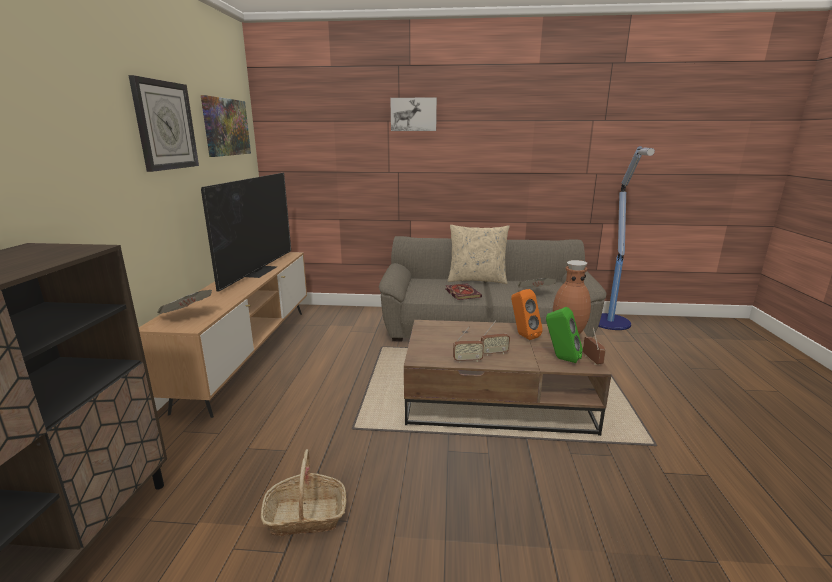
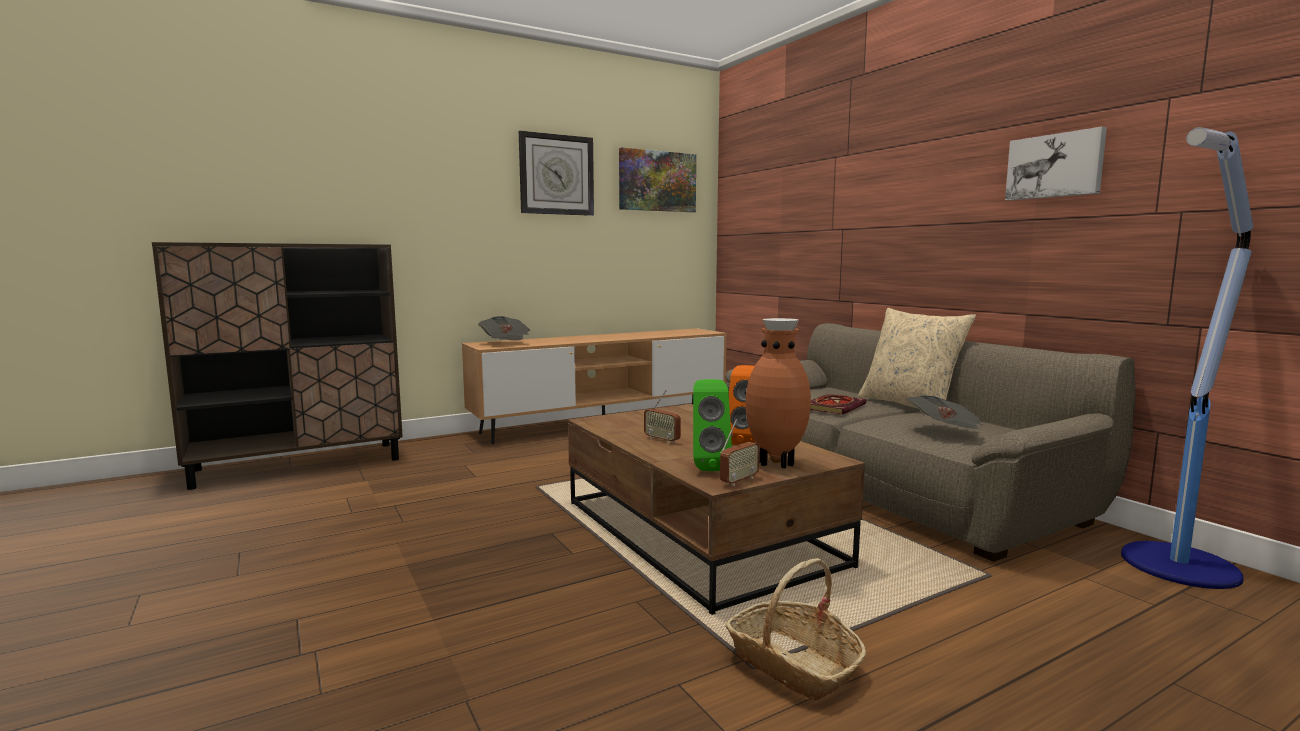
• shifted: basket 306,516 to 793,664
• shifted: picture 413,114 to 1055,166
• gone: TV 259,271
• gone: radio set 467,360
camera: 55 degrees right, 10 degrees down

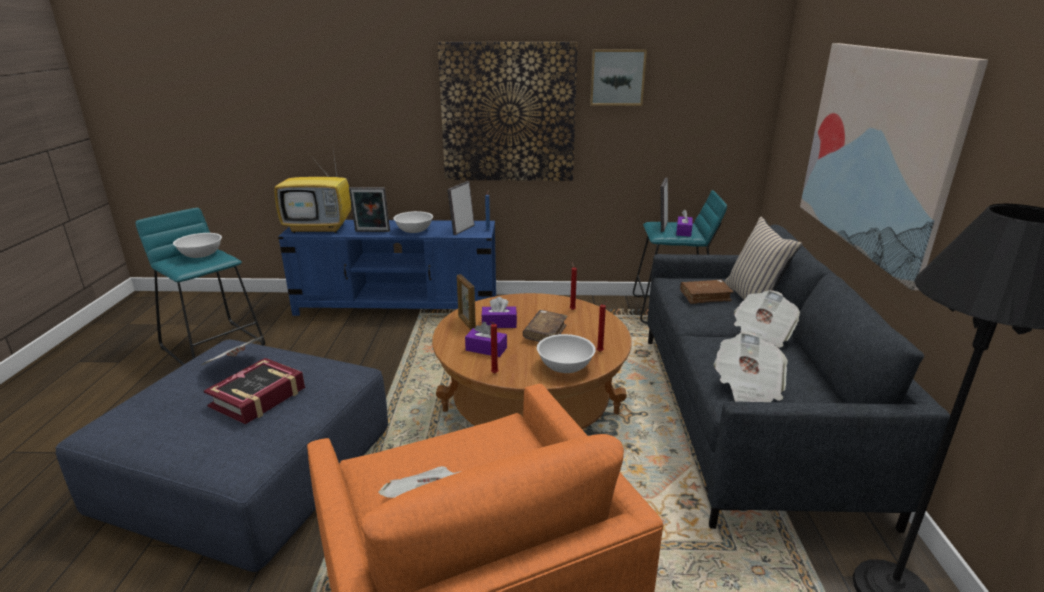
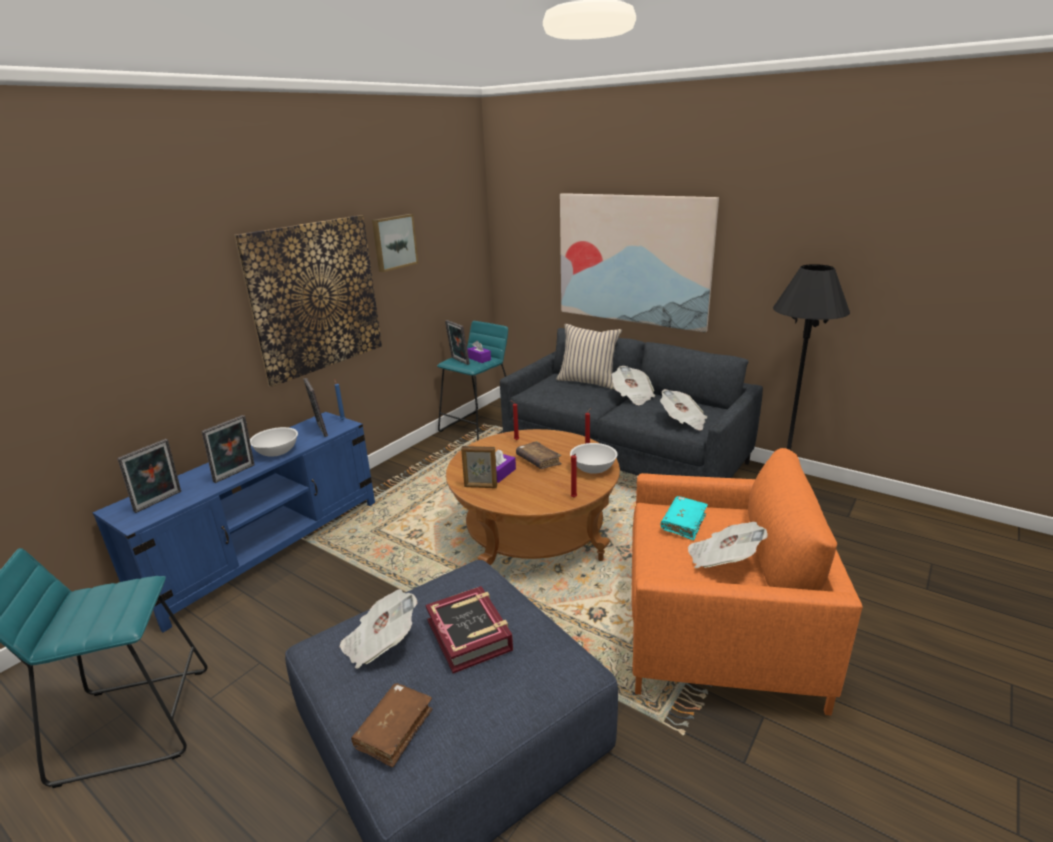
• swapped: TV 320,228 to photo frame 159,502
• shifted: brownish book 705,296 to 394,729
• new: turquoise-coloured book 683,523
• gone: white serving bowl 201,255
• gone: purplish box of tissues 486,349
camera: 55 degrees left, 0 degrees up

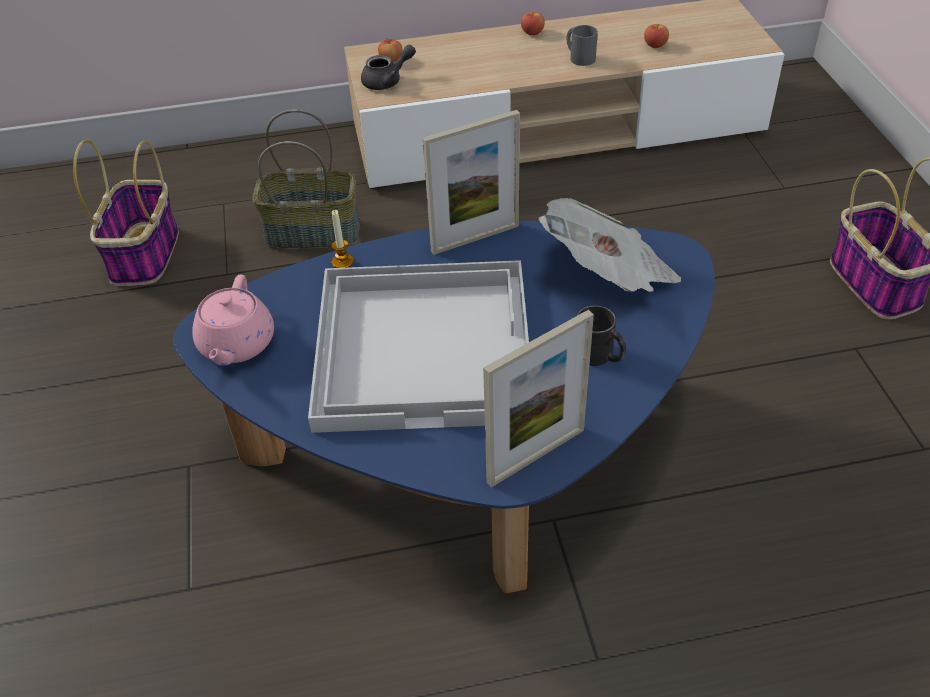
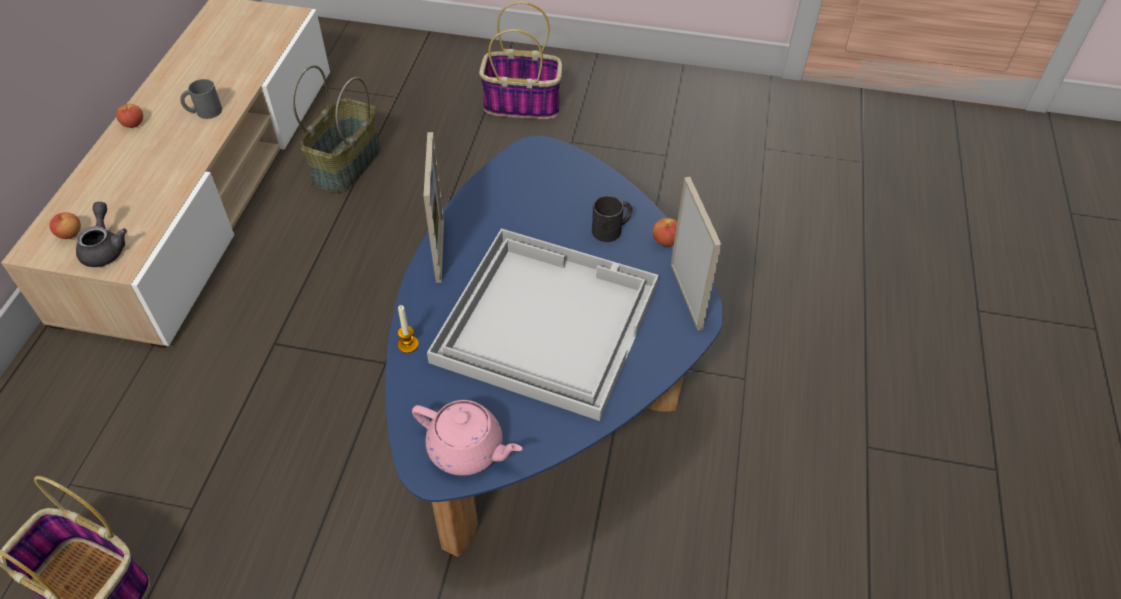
• shifted: basket 314,232 to 346,163
• shifted: whole apple 655,45 to 665,241
• gone: printed paper 608,275
camera: 70 degrees left, 5 degrees up

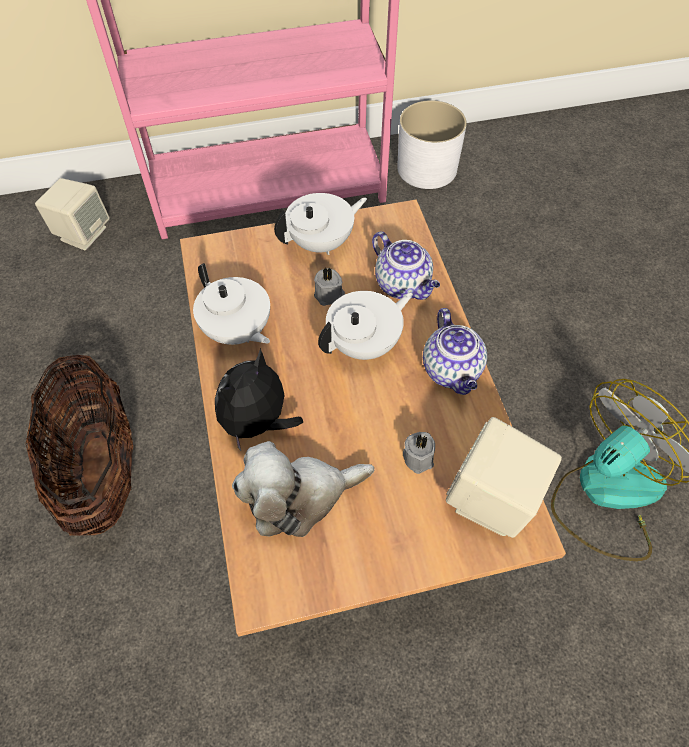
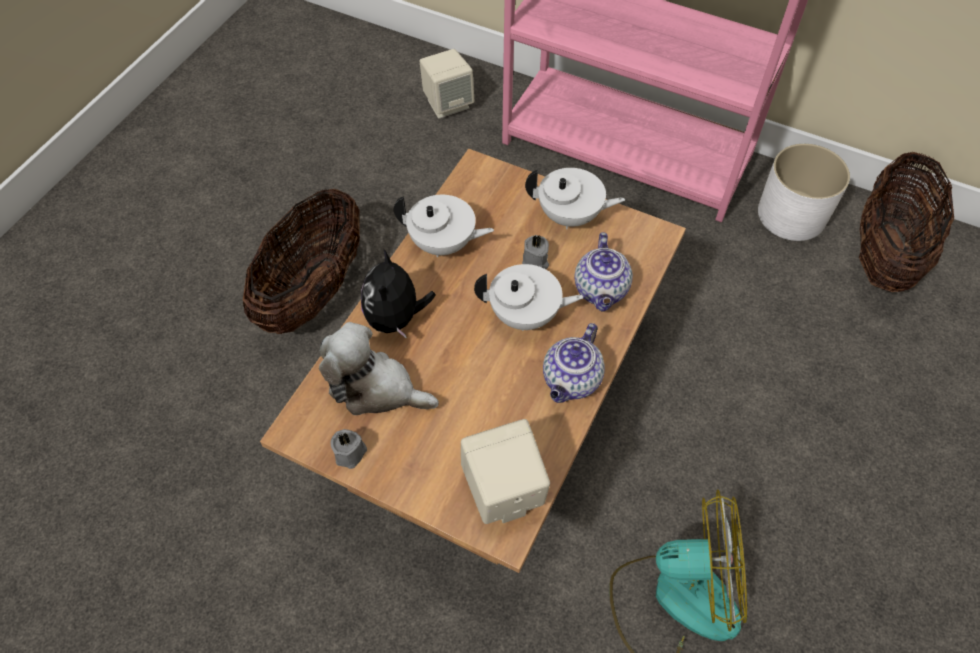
• shifted: gray candle 419,457 to 351,454
• rotated: soft toy 258,423 = 396,319 75 degrees counterclockwise
• rotated: white tea pot 237,331 = 443,244 75 degrees counterclockwise
• new: basket 884,253
camera: 40 degrees right, 0 degrees up

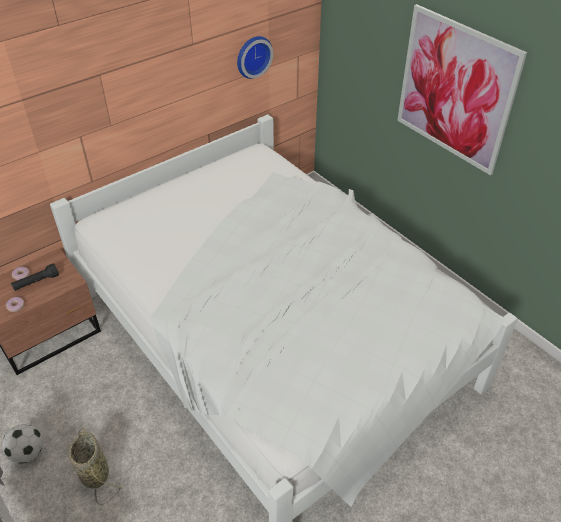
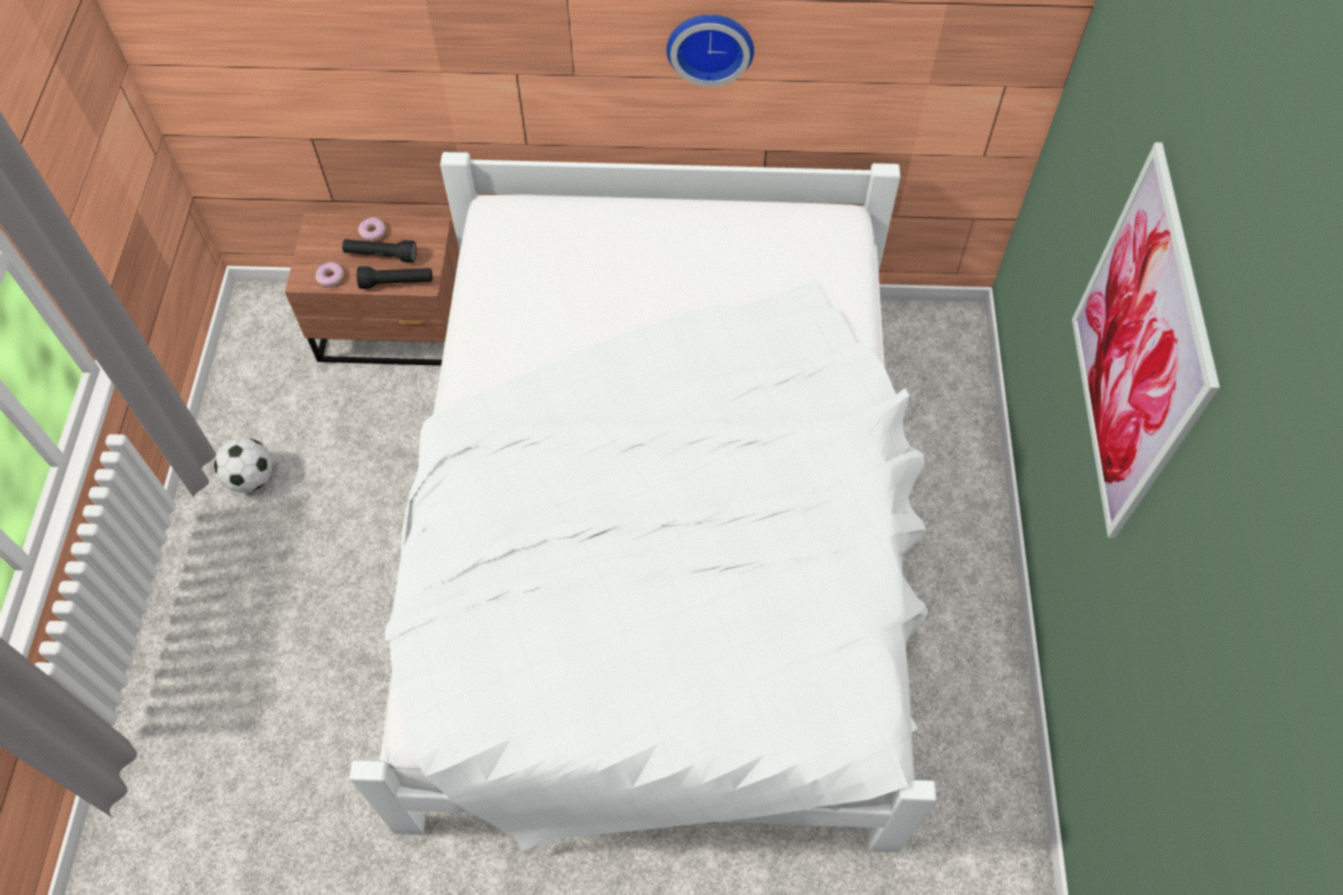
• new: black hand torch 397,283
• shifted: hanging clock 252,56 to 710,45
• gone: basket 95,472
camera: 40 degrees right, 15 degrees up

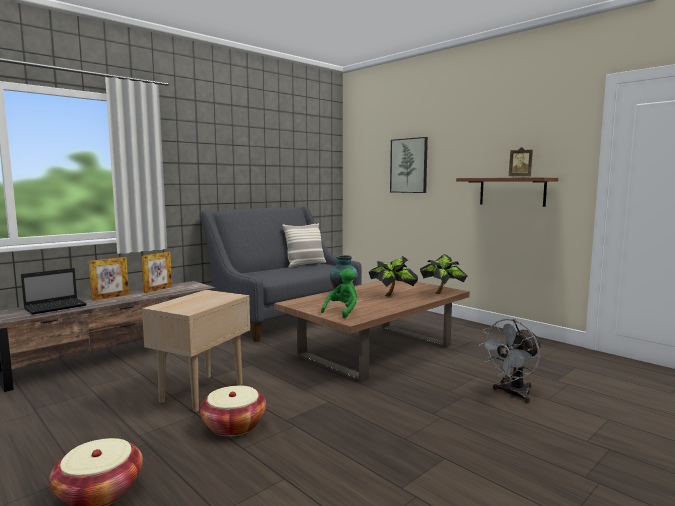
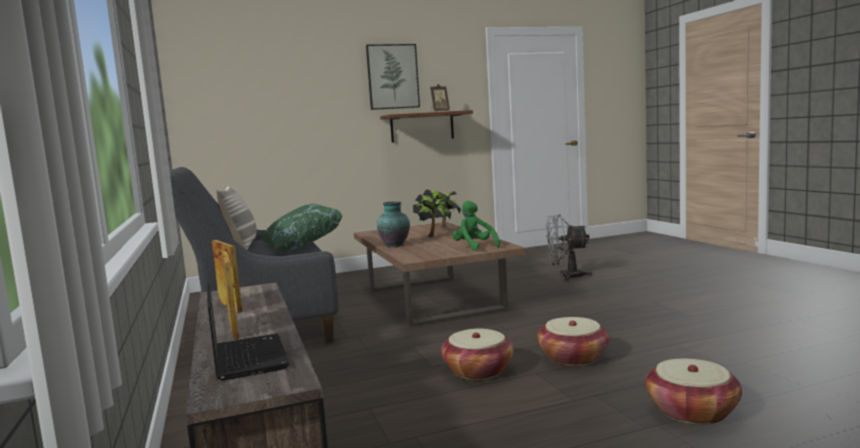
• new: green-coloured throw pillow 301,245
• shifted: picture 409,165 to 392,76
• swapped: beige-coloured side table 201,393 to basket 478,371
• rotated: gray electric fan 512,394 = 566,276 105 degrees clockwise
camera: 65 degrees left, 0 degrees up

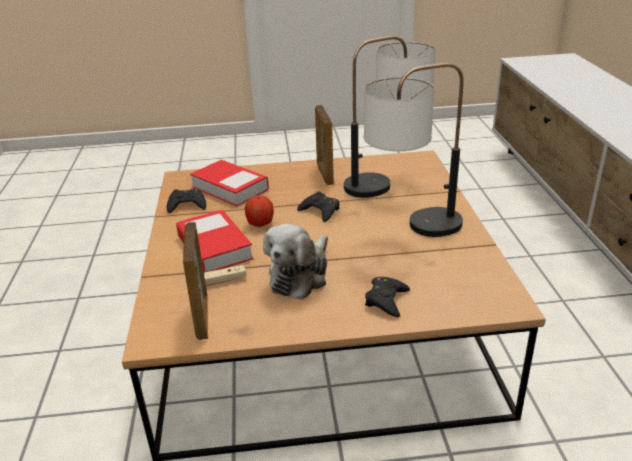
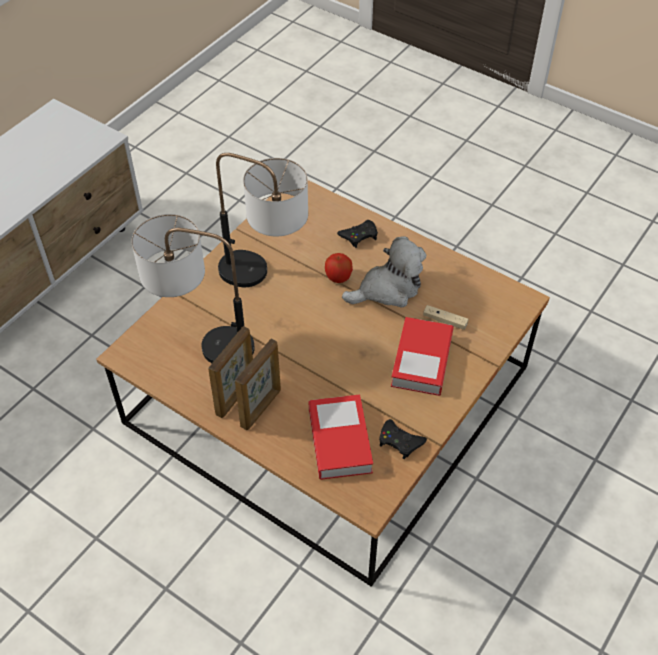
• shifted: photo frame 202,317 to 261,408
• shifted: whole apple 260,224 to 338,277
• gone: black joypad 320,211
camera: 140 degrees left, 20 degrees up

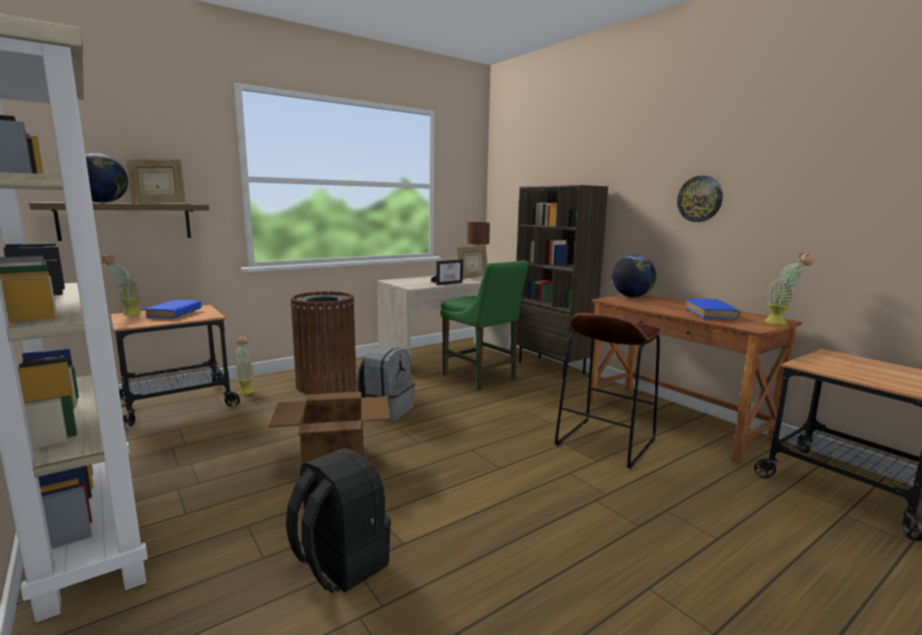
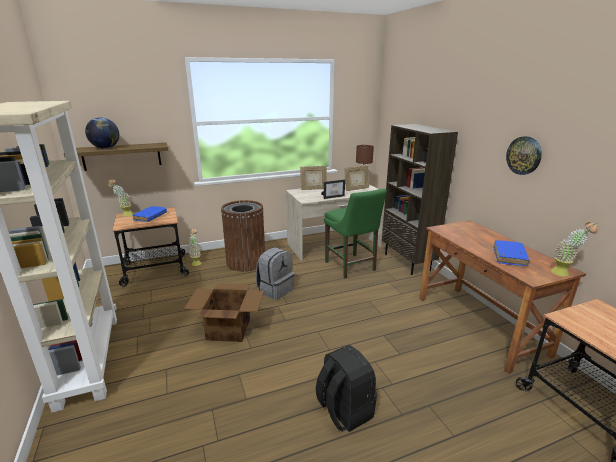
• shifted: photo frame 159,203 to 313,189
• shifted: black backpack 339,564 to 344,410
• gone: brownish sitting stool 605,442
• gone: globe 631,297
camera: 15 degrees right, 10 degrees up

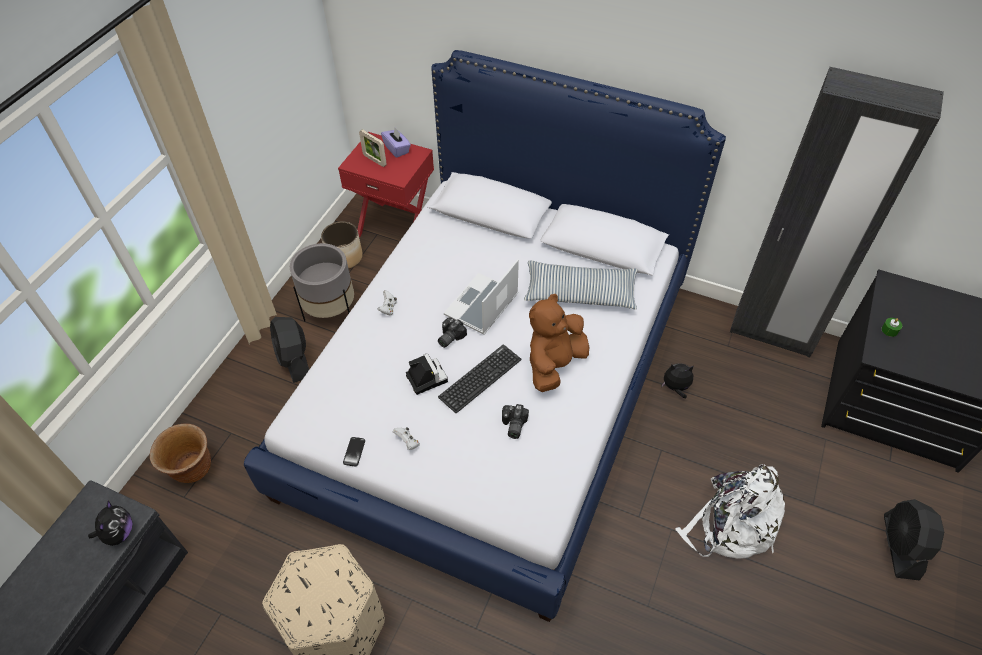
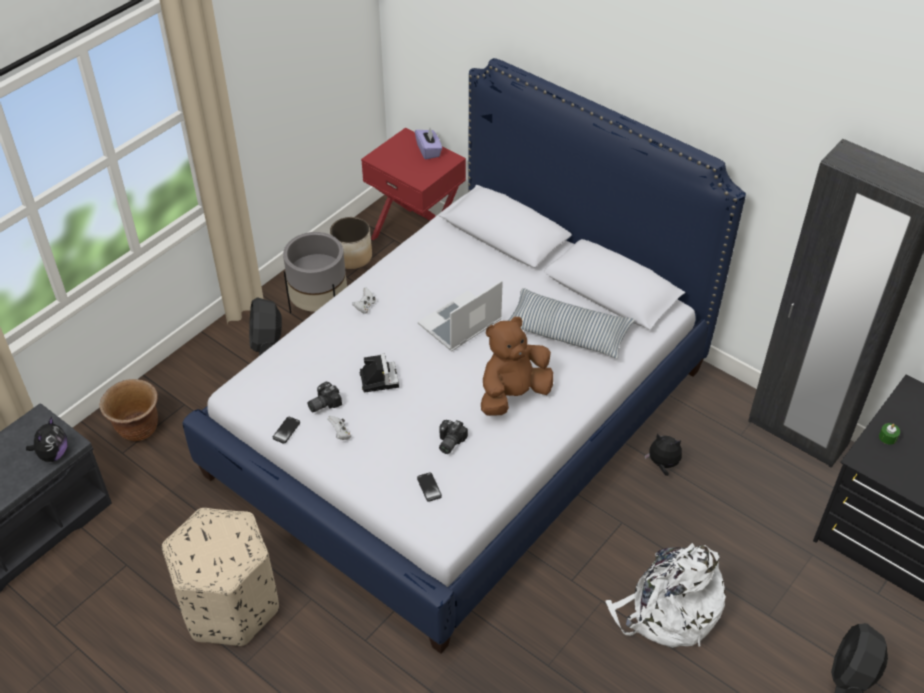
• shifted: photo camera 449,337 to 322,403
• new: phone 429,487
• gone: photo frame 374,160
• gone: computer keyboard 480,378
camera: 15 degrees right, 5 degrees down

